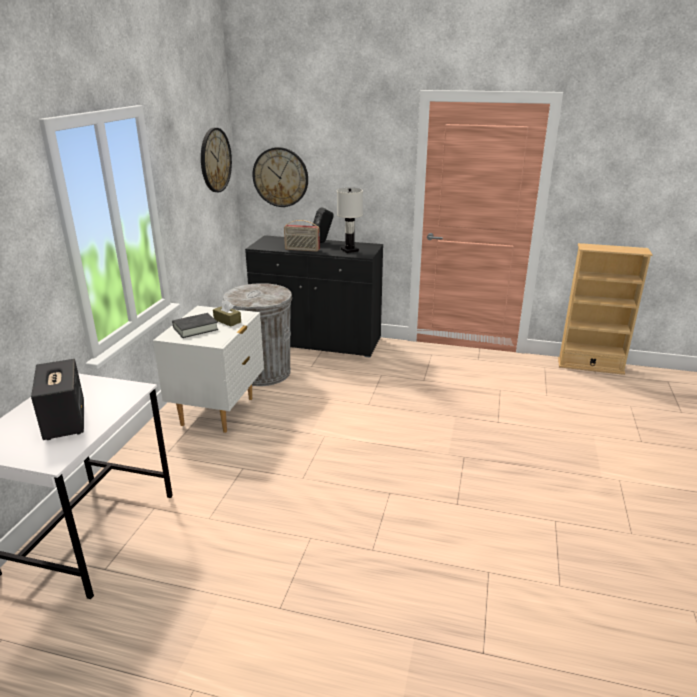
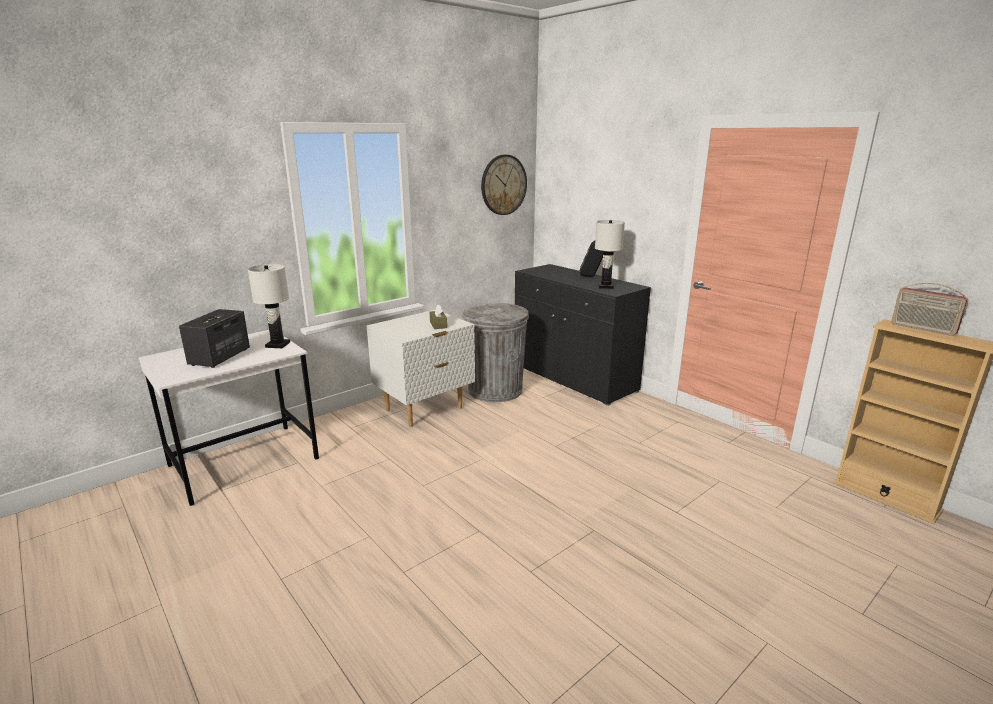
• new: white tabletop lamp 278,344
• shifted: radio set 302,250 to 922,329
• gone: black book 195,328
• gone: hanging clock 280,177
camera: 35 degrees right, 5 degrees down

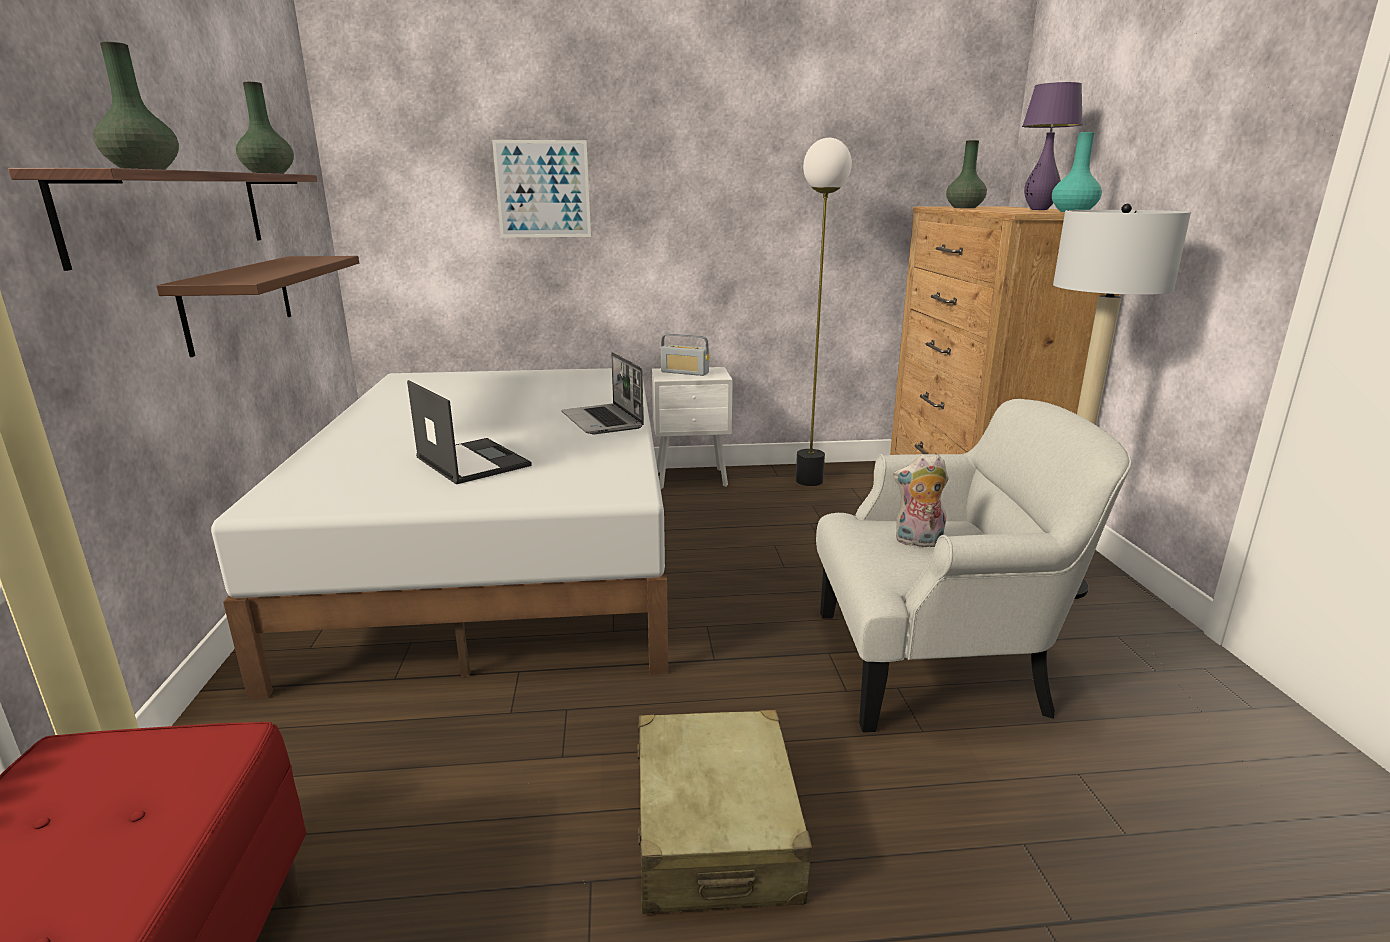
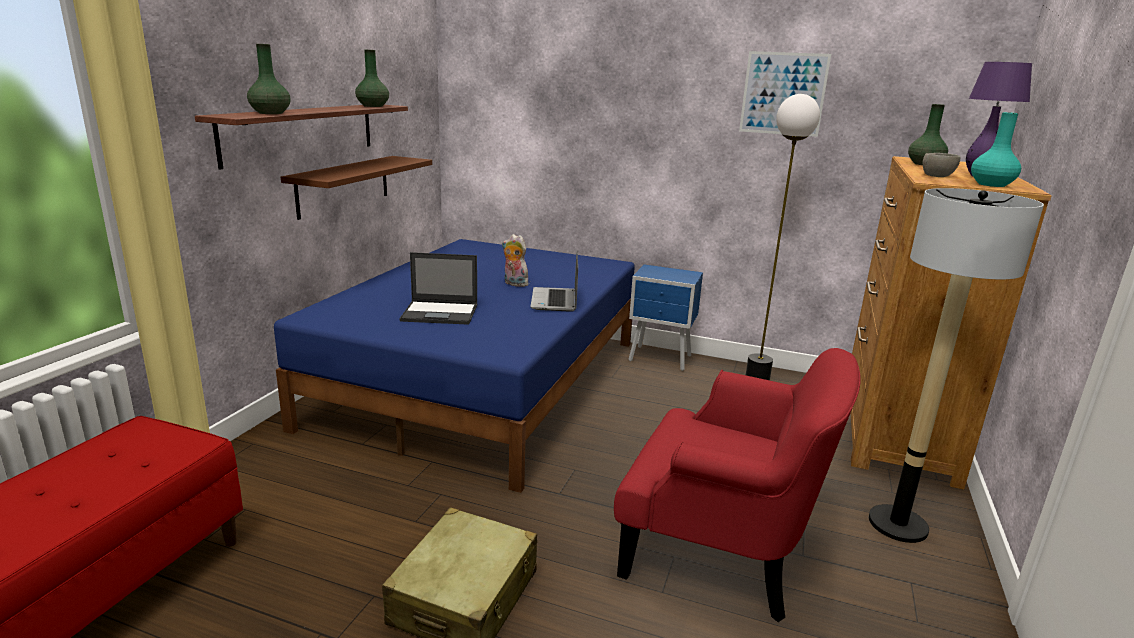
• repainted: white bedroom bed 504,553 to bluish bedroom bed 484,381
• rotated: laptop 471,461 = 441,313 105 degrees clockwise
• shifted: soft toy 918,542 to 514,284
• repainted: white easy chair 935,663 to reddish easy chair 721,550
• repainted: white night table 693,480 to bluish night table 661,359
• shifted: picture 543,189 to 783,94
• new: gray serving bowl 937,176
• gone: radio set 685,372
camera: 25 degrees right, 0 degrees up

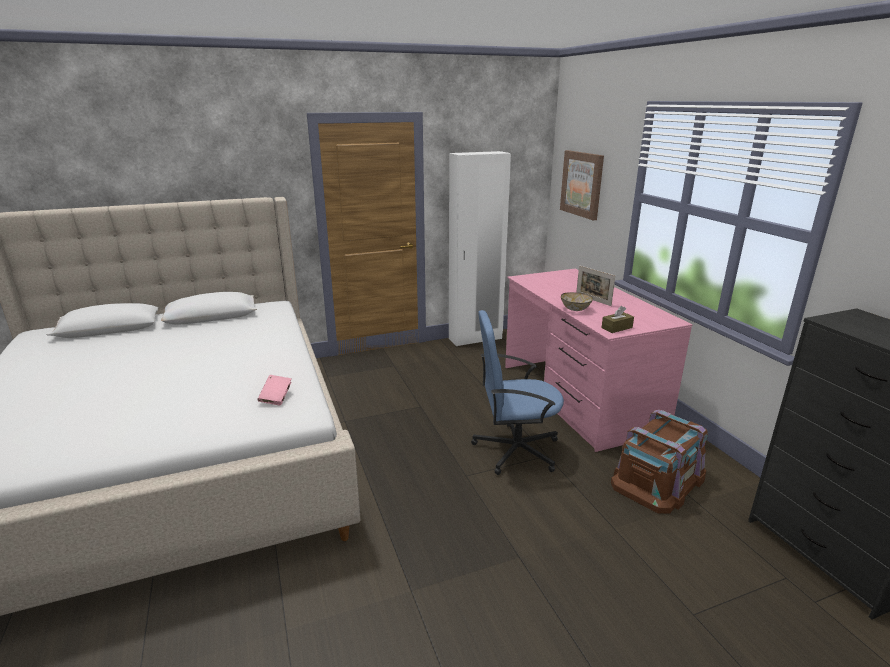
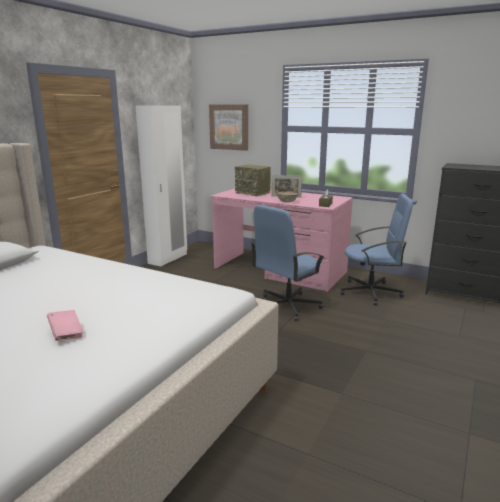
• shifted: pinkish book 276,397 to 66,334
• new: radio set 253,193
• swapped: brownish storage container 658,479 to bluish office chair 371,292
camera: 40 degrees left, 5 degrees down

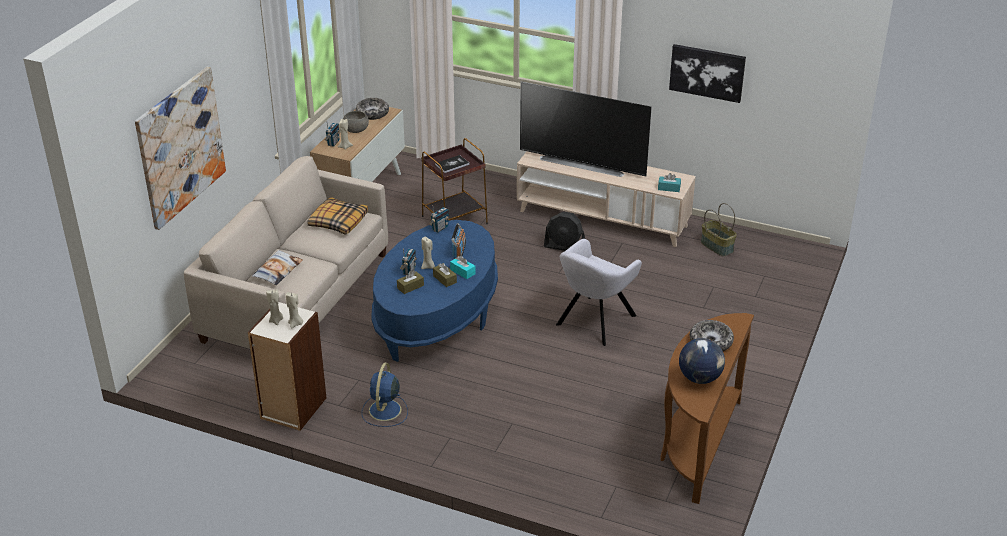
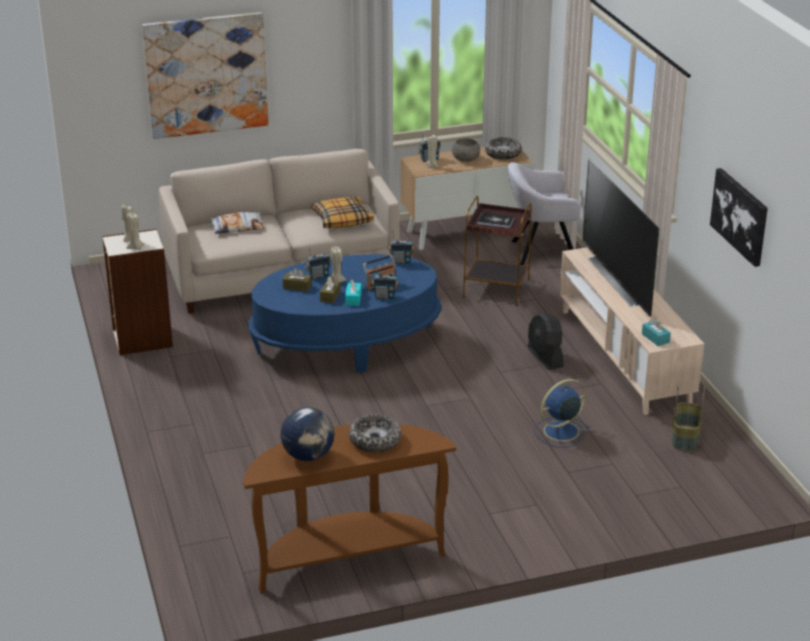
• new: radio set 385,297
• shifted: gray easy chair 594,322 to 541,253
• shifted: bluish electric fan 384,411 to 559,432
camera: 50 degrees right, 5 degrees down

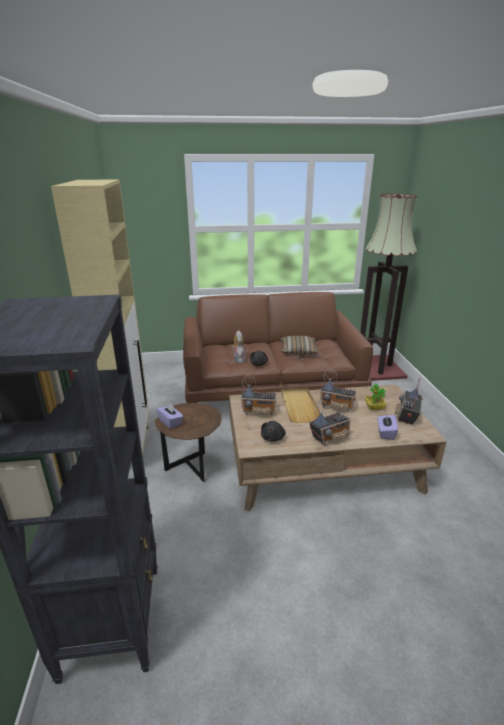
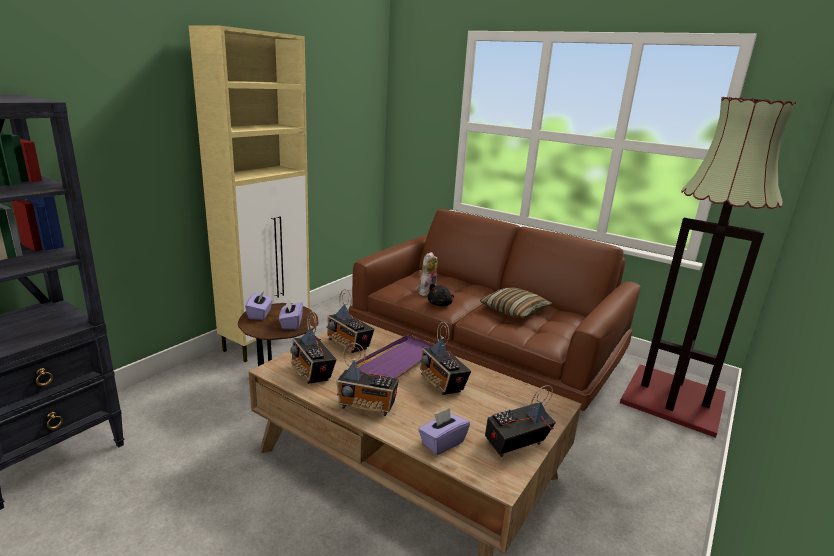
• new: purplish box of tissues 291,324
• swapped: black soft toy 273,437 to radio set 312,372
• repainted: beige-coloured carrying tray 299,406 to purplish carrying tray 400,361
• gone: potted plant 374,407
camera: 40 degrees right, 5 degrees down

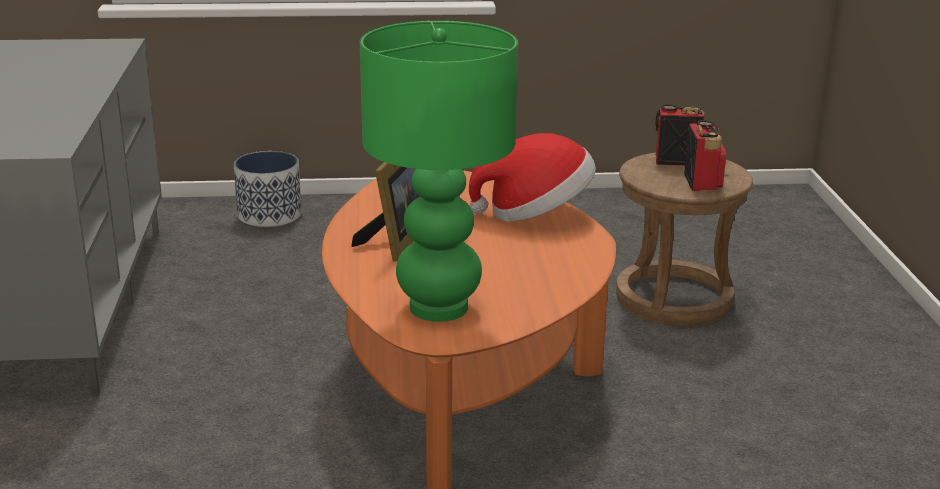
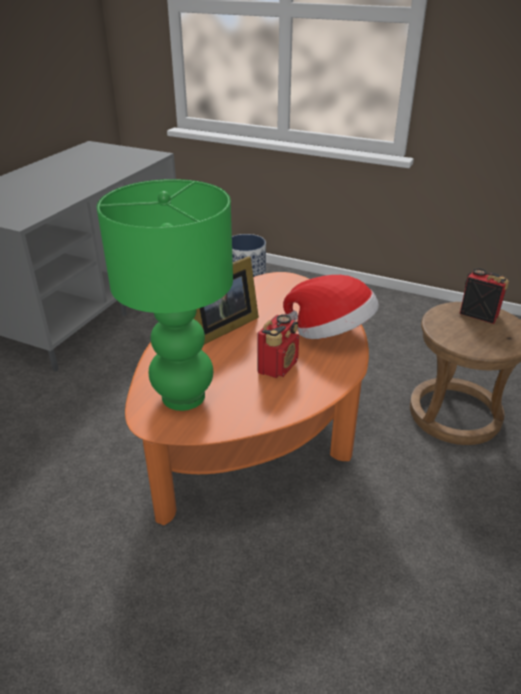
• shifted: radio set 702,182 to 278,366
camera: 30 degrees right, 10 degrees up

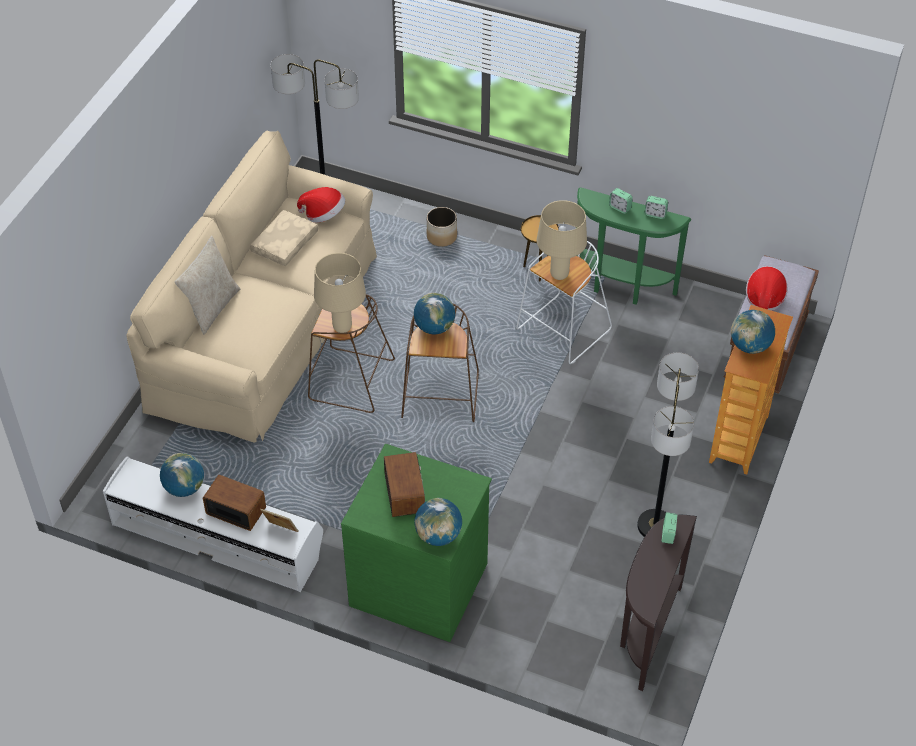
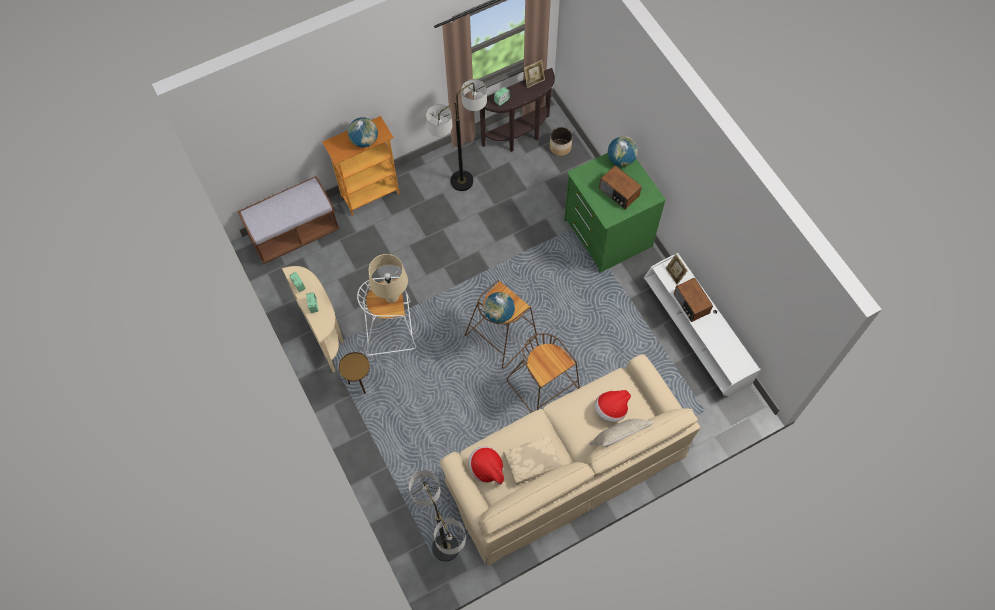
• repainted: green-coloured hall table 621,288 to beige-coloured hall table 325,333
• new: photo frame 534,81
• shifted: flower pot 441,237 to 560,147
• shifted: clothing hat 764,299 to 611,409
• rotated: radio set 405,493 = 618,193 75 degrees counterclockwise
• gone: globe 184,488
• gone: beige-coloured tabletop lamp 343,327
camera: 140 degrees left, 15 degrees up

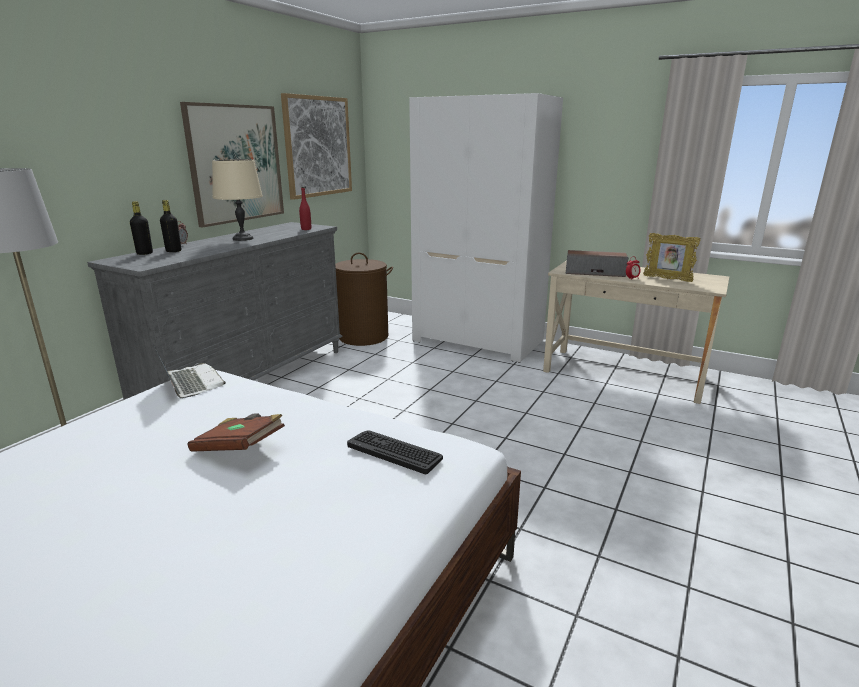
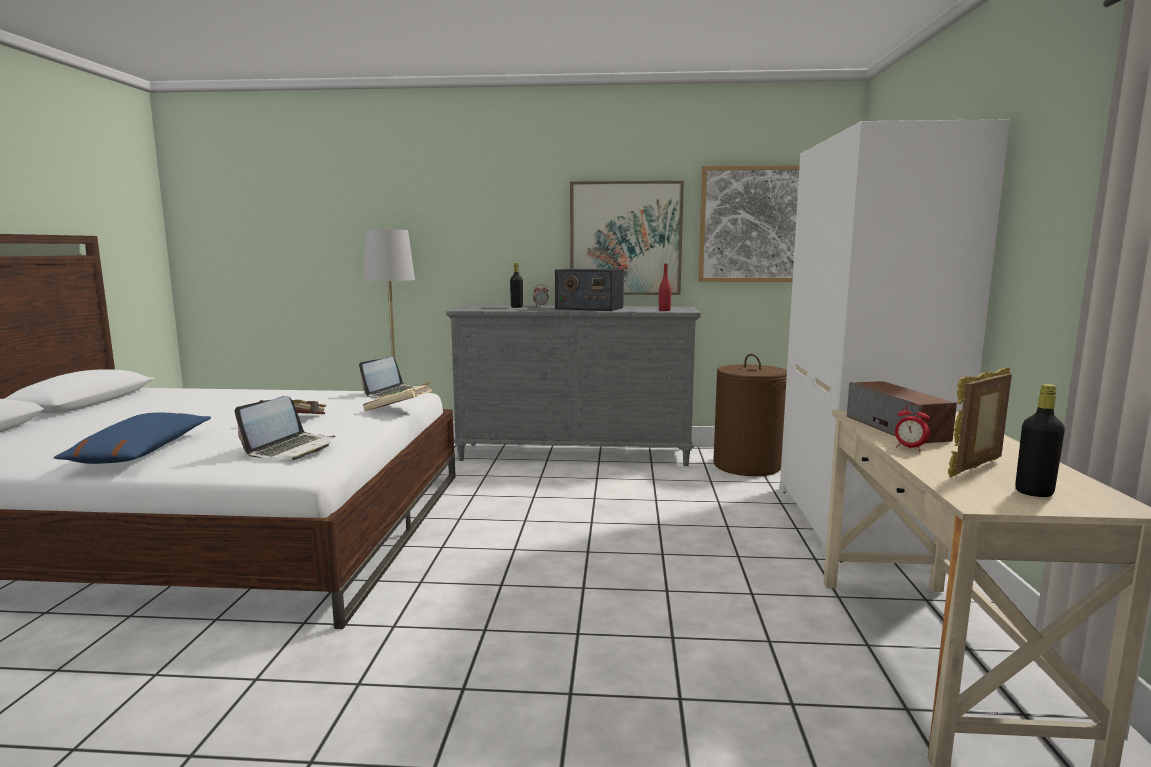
• new: bluish throw pillow 141,452
• swapped: computer keyboard 394,451 to laptop 291,449
• new: beige-coloured book 399,409
• swapped: beige-coloured tabletop lamp 243,238 to radio set 589,308
• rotated: photo frame 667,279 = 976,469 45 degrees clockwise
• shifted: black drink bottle 144,253 to 1034,492
camera: 65 degrees right, 10 degrees down

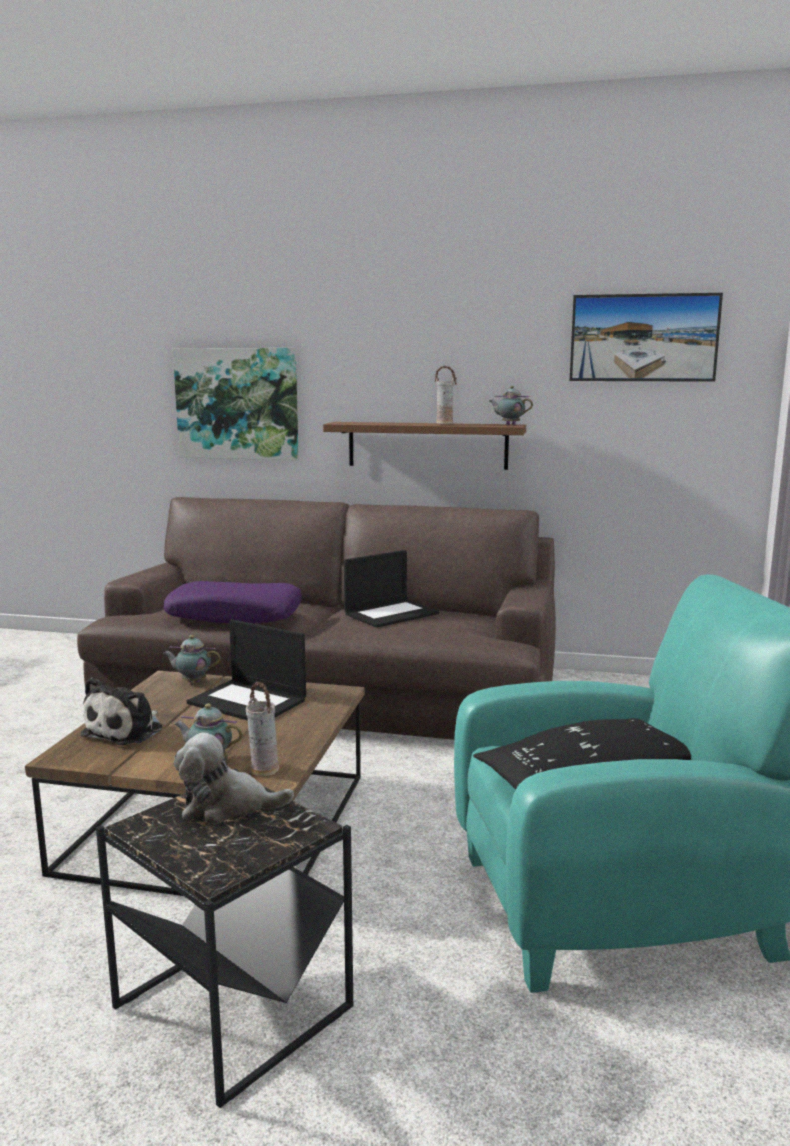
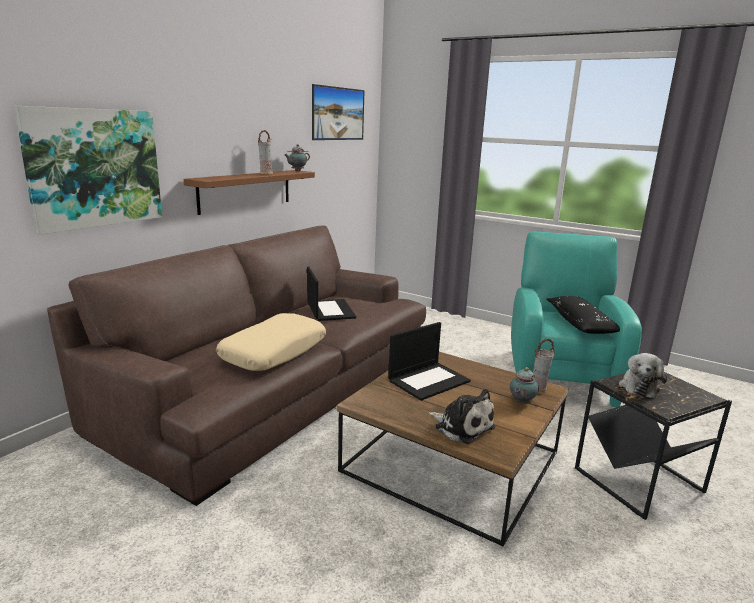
• repainted: purplish throw pillow 235,615 to beige-coloured throw pillow 274,352
• gone: tea pot 192,681
camera: 70 degrees left, 5 degrees up

